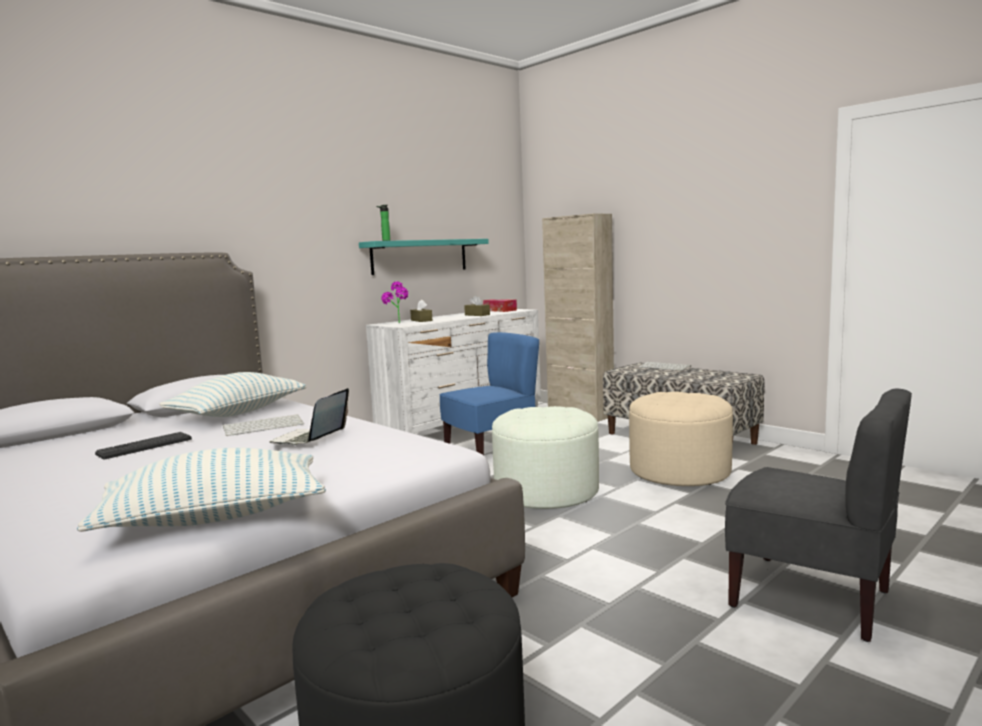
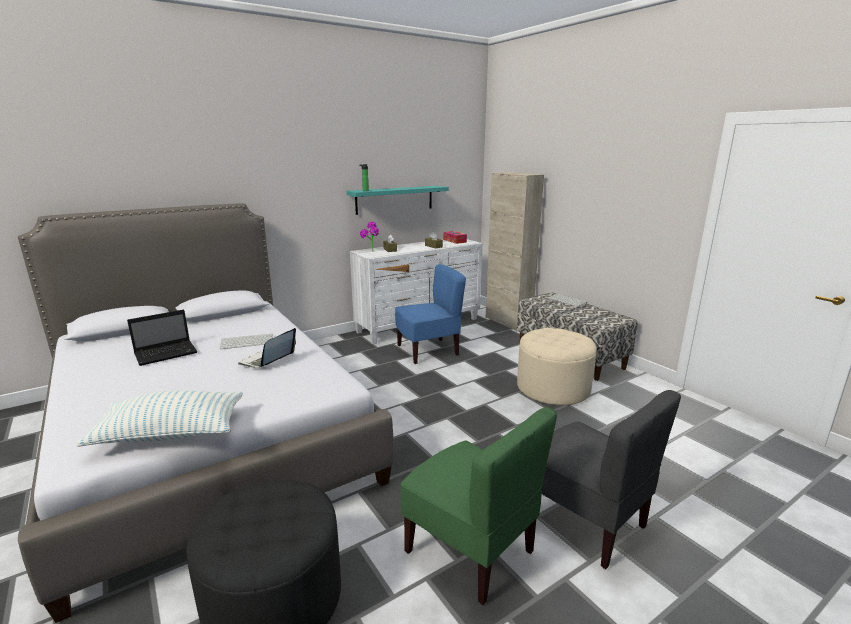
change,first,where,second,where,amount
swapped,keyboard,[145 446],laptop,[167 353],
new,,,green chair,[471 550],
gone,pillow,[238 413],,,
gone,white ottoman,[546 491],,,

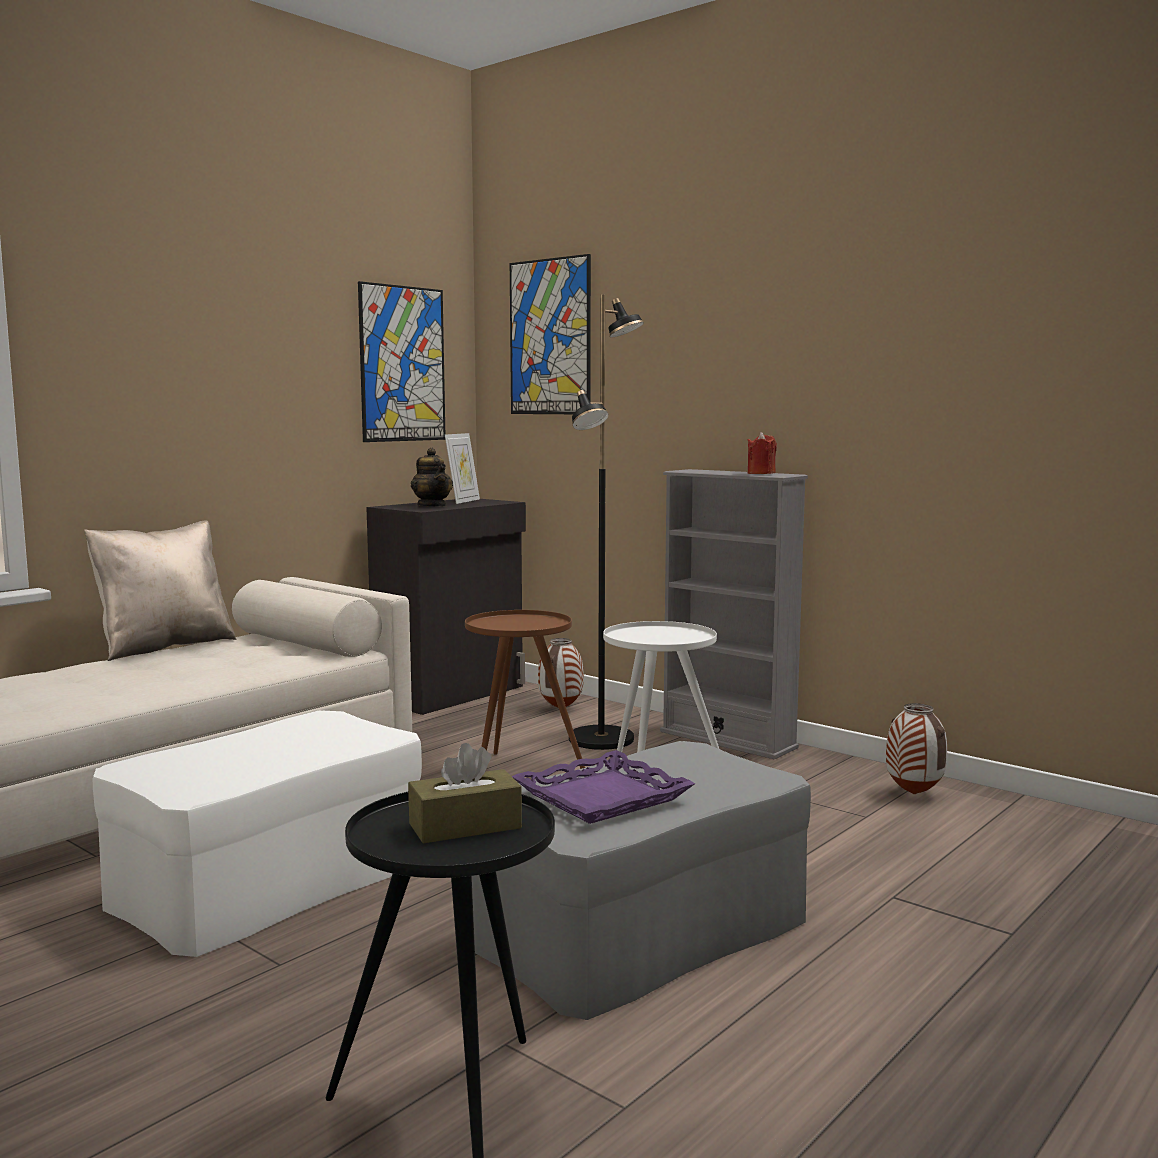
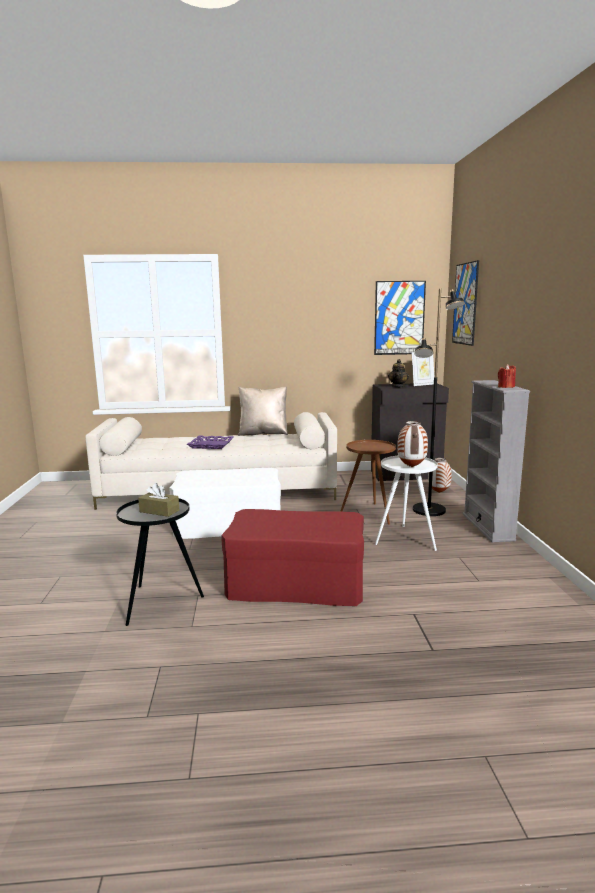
change,first,where,second,where,amount
shifted,purple tray,[601 797],,[211 445],
repainted,grey ottoman,[640 930],red ottoman,[296 583],
shifted,vase,[912 794],,[411 467],

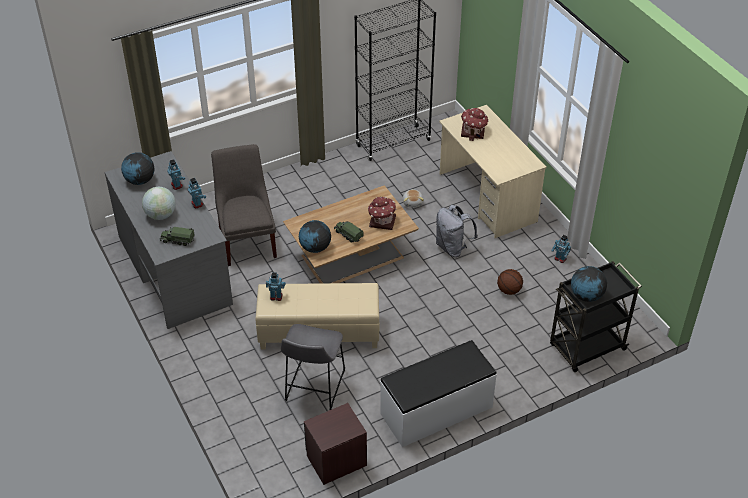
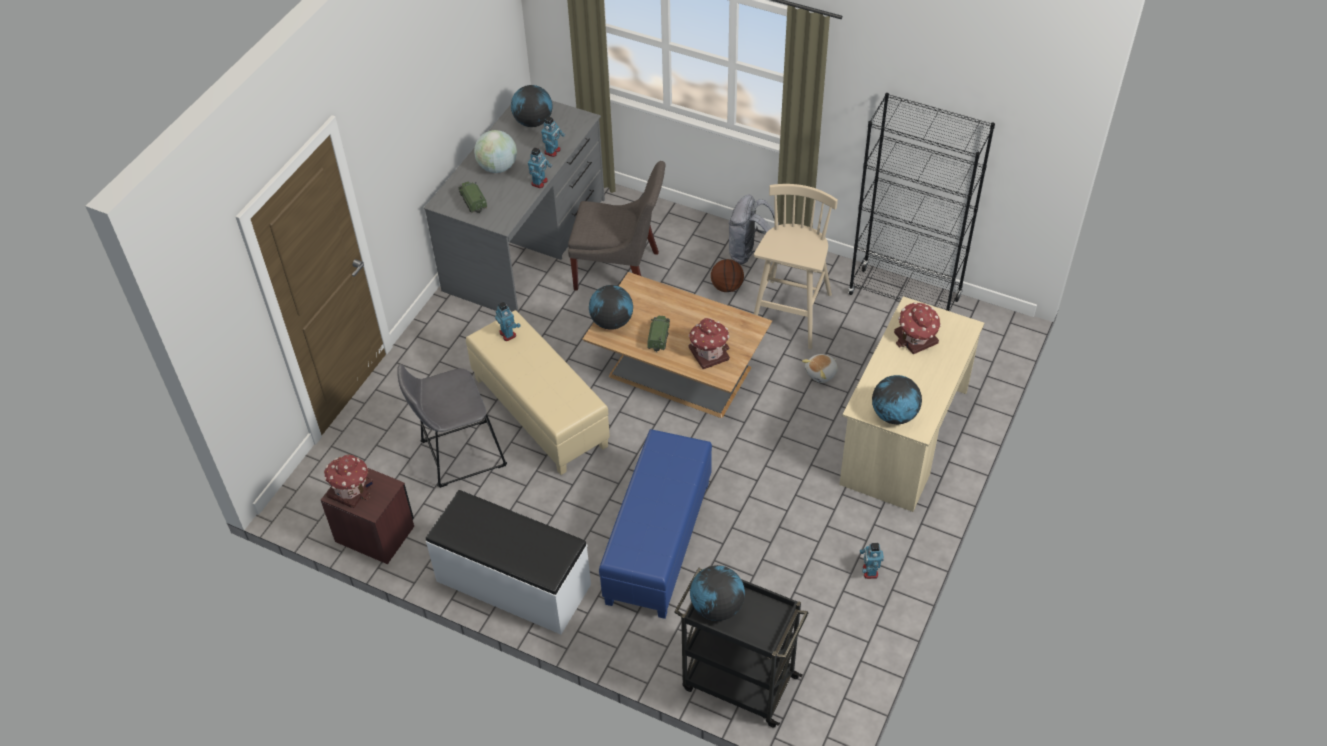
change,first,where,second,where,amount
new,,,toy house,[351 489],
rotated,grey chair,[247 240],,[621 272],60 degrees clockwise
new,,,blue ottoman,[659 543],
shifted,basketball,[509 290],,[727 287],
shifted,grey backpack,[453 247],,[750 253],
new,,,beige stool,[790 315],
new,,,globe,[894 415],

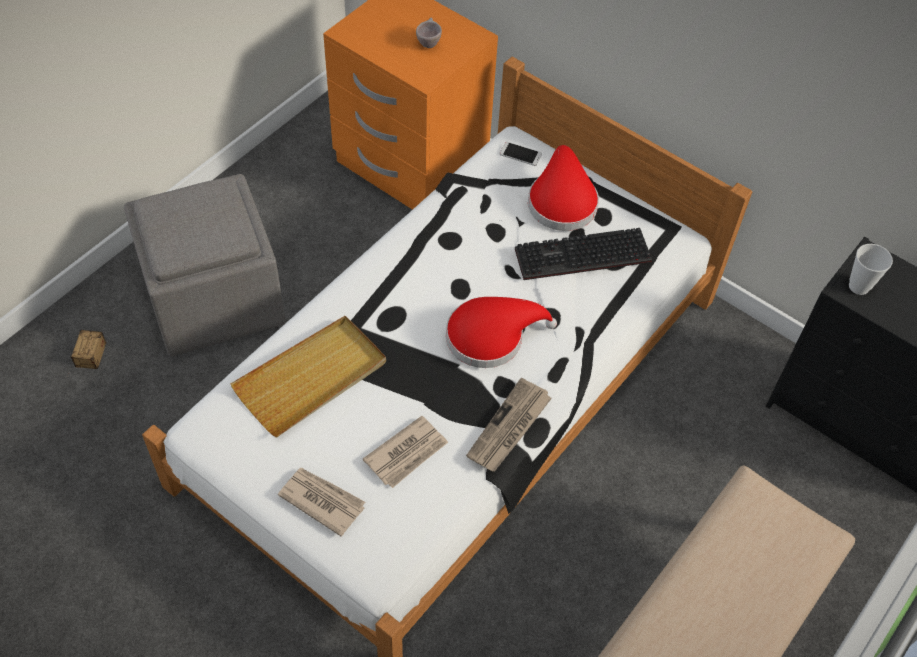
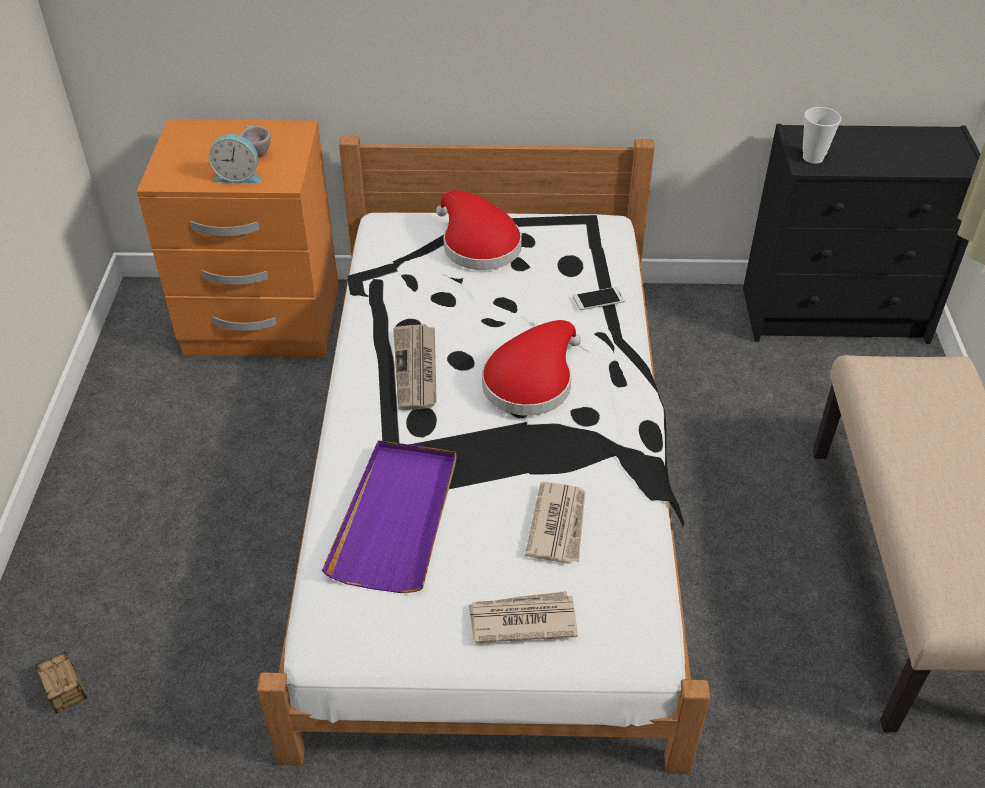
change,first,where,second,where,amount
new,,,alarm clock,[238 176],
repainted,beige tray,[312 378],purple tray,[397 518],
shifted,newspaper,[509 428],,[417 369],
shifted,phone,[520 154],,[598 299],
gone,grey ottoman,[212 298],,,
gone,keyboard,[581 258],,,

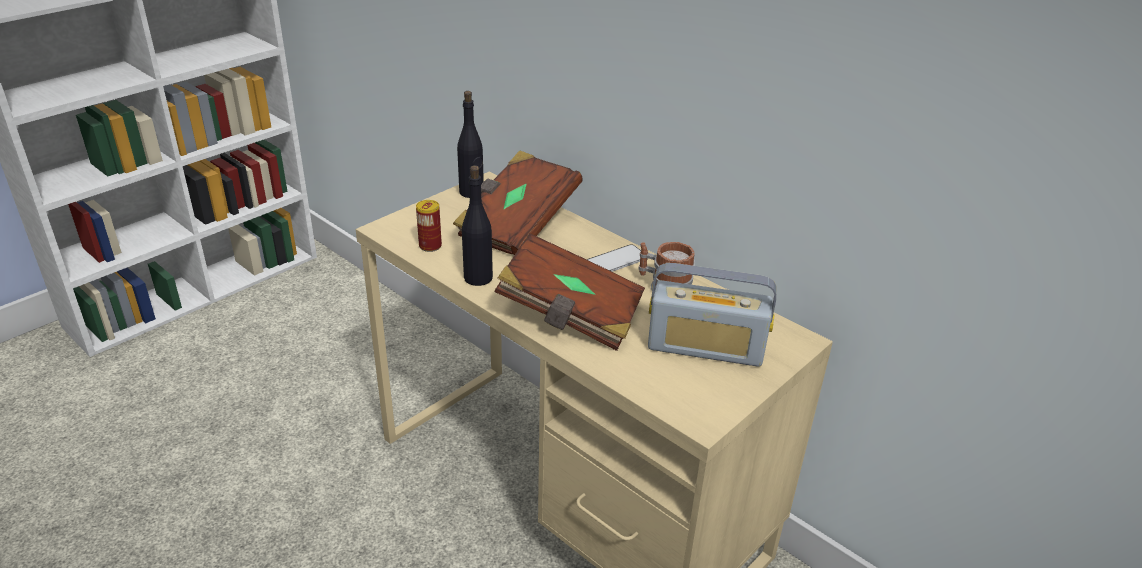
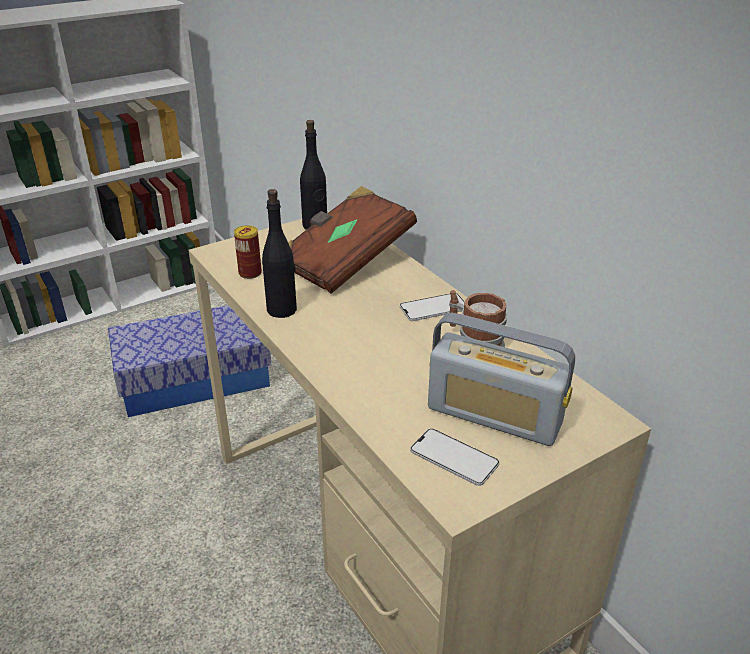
change,first,where,second,where,amount
new,,,storage box,[194 379],
new,,,phone,[454 457],
gone,brown book,[570 315],,,

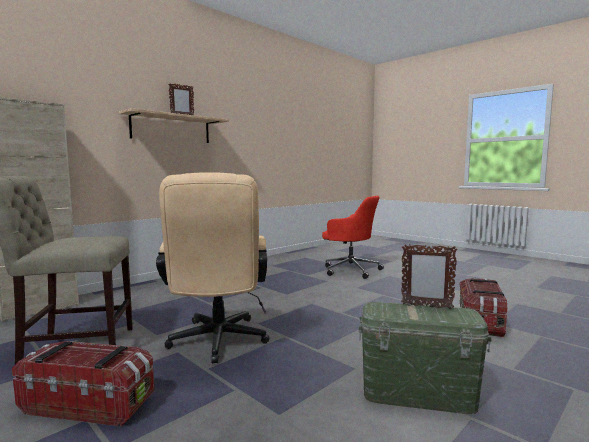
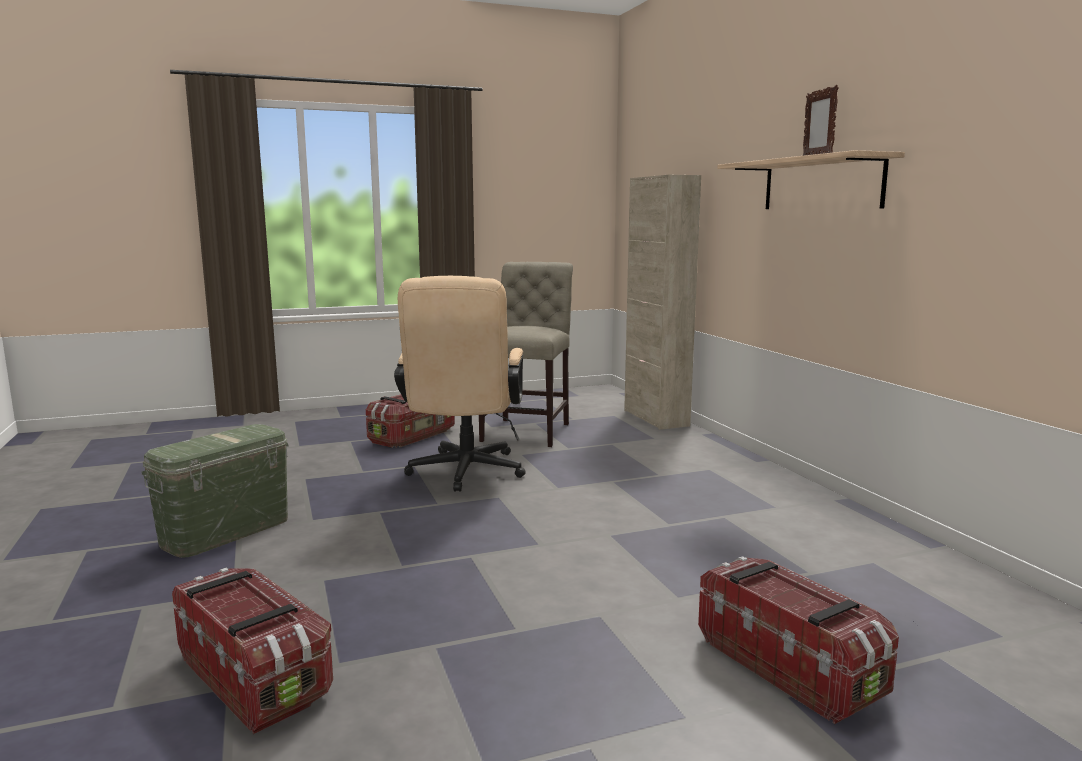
change,first,where,second,where,amount
rotated,beige office chair,[217 343],,[464 474],105 degrees counterclockwise
swapped,red office chair,[350 270],storage box,[790 666],
gone,picture frame,[426 306],,,

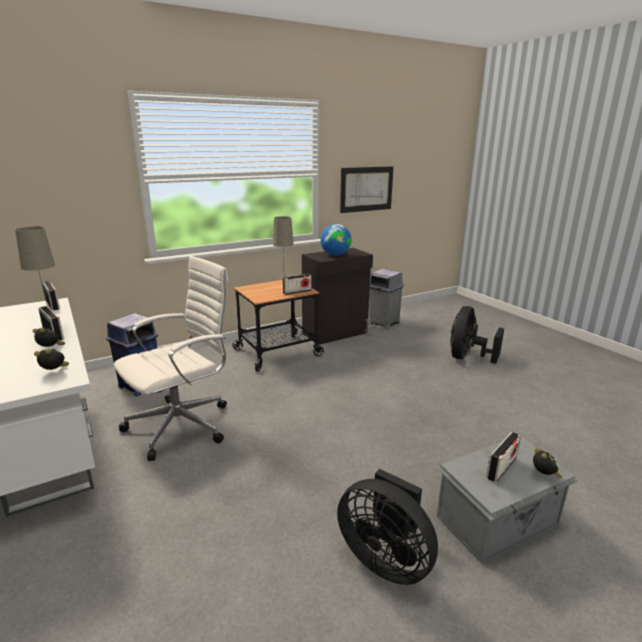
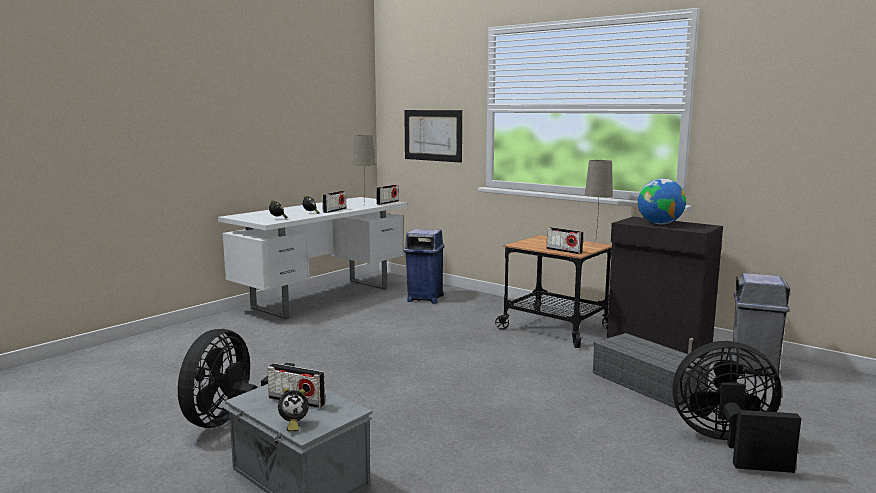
change,first,where,second,where,amount
shifted,picture,[366 189],,[432 135],
new,,,grey storage box,[645 383],
gone,white office chair,[182 425],,,

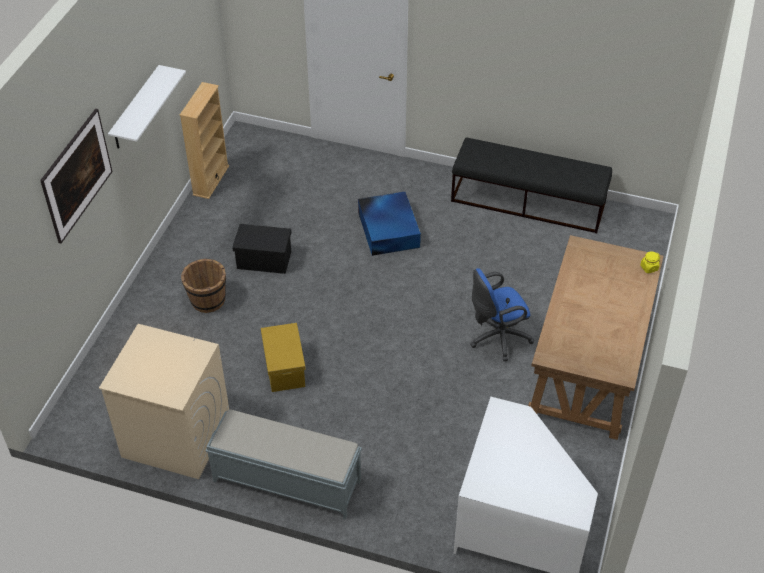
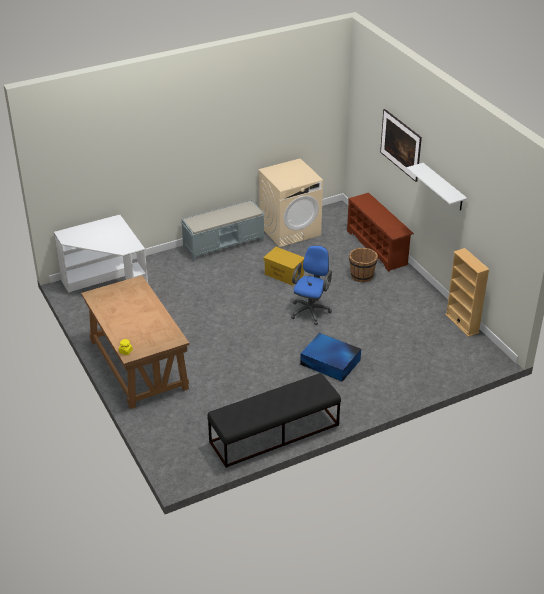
change,first,where,second,where,amount
shifted,blue office chair,[496 338],,[311 310],
new,,,brown shoe rack,[377 248],
gone,black storage box,[263 260],,,

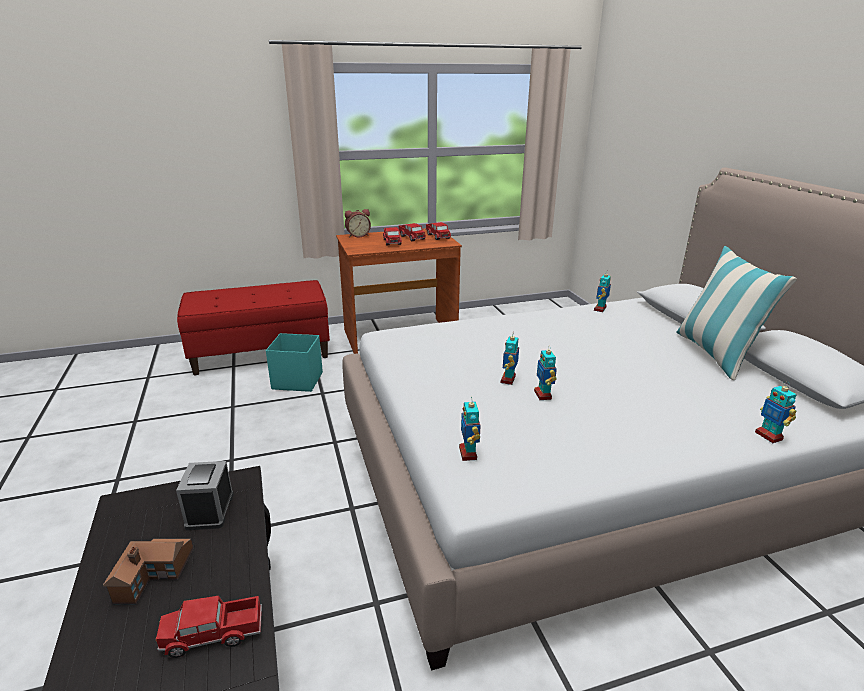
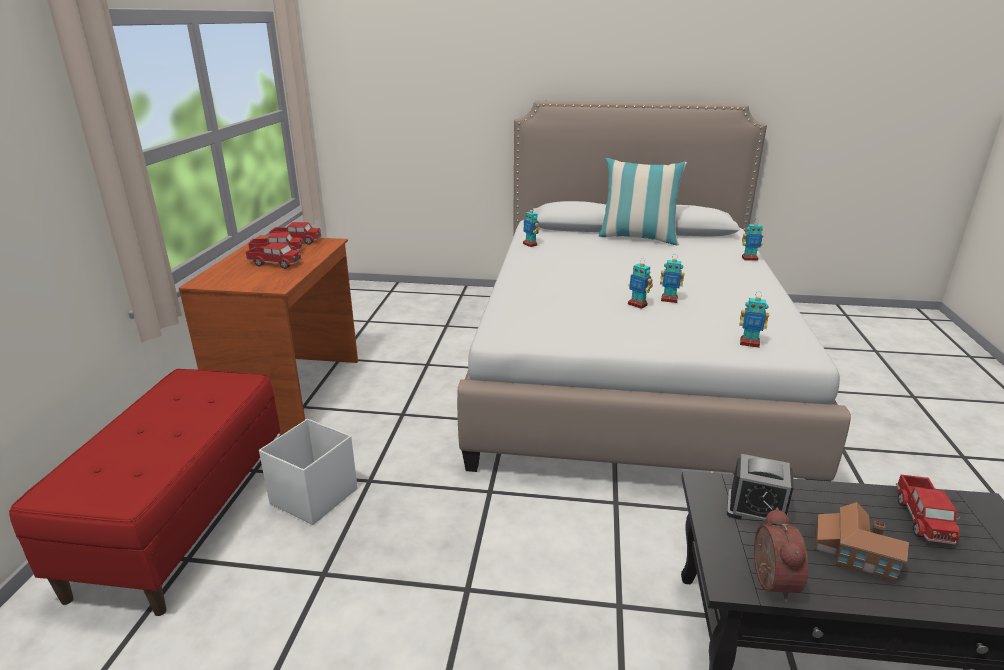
change,first,where,second,where,amount
repainted,turquoise storage box,[297 380],white storage box,[313 497],
shifted,alarm clock,[358 235],,[769 581],

